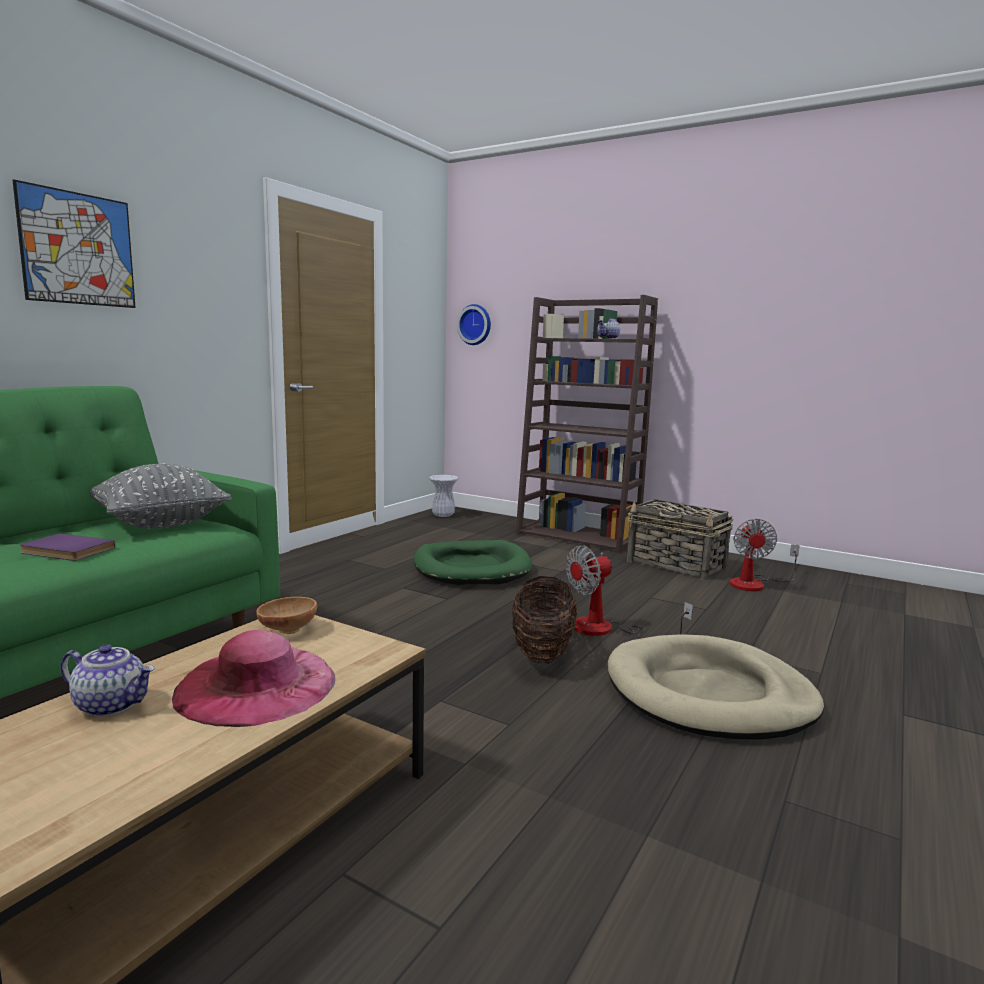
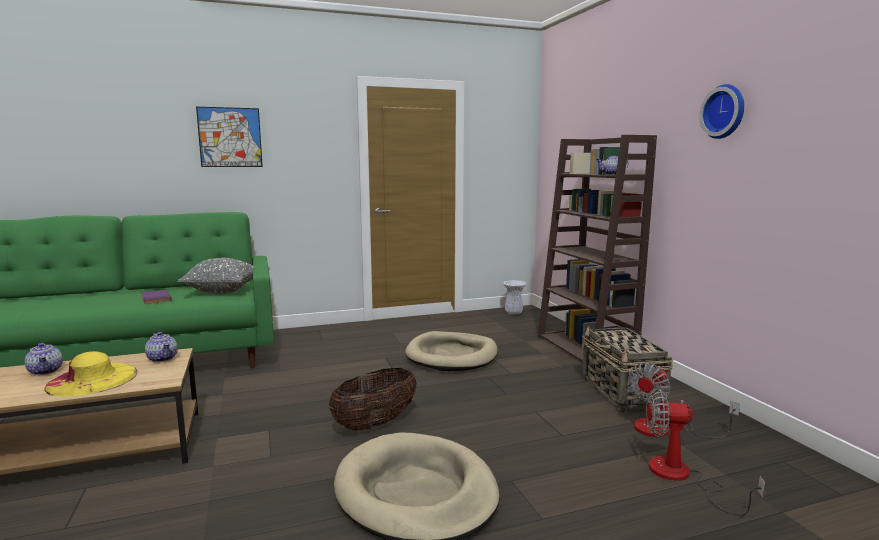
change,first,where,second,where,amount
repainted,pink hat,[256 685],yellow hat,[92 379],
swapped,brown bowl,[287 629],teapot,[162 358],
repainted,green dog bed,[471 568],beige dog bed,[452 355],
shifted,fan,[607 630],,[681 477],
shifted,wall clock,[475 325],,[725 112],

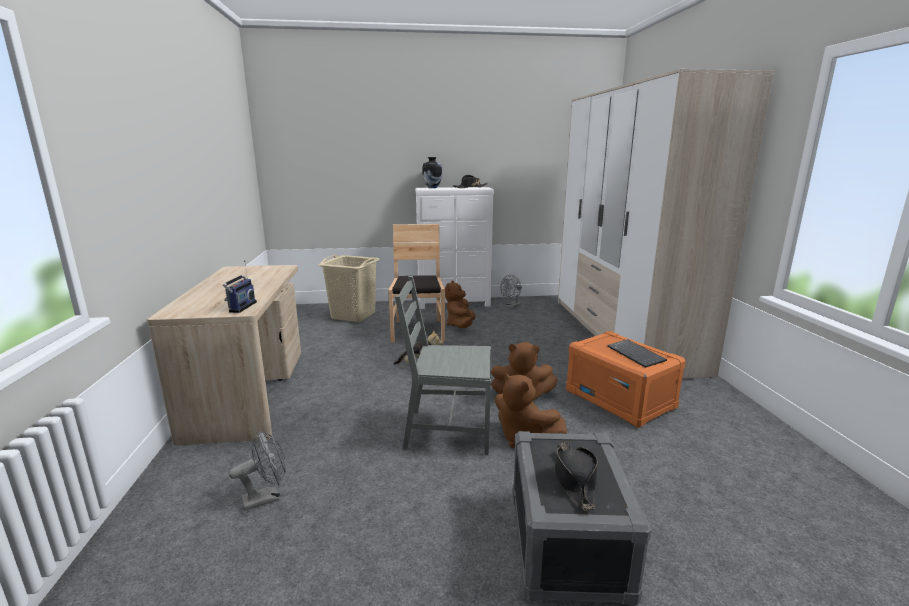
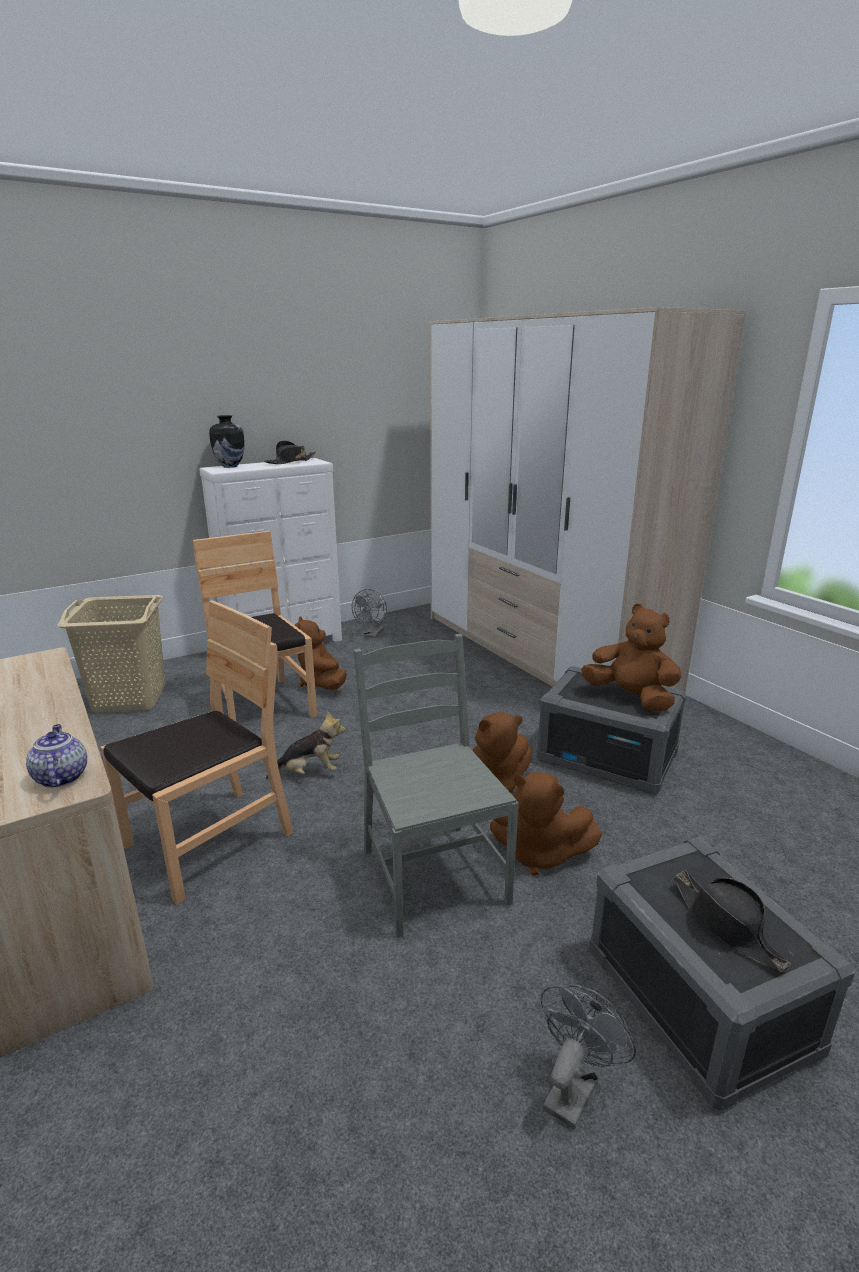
change,first,where,second,where,amount
swapped,radio,[241 307],teapot,[61 777],
new,,,brown chair,[209 841],
rotated,grey chair,[447 430],,[431 875],90 degrees clockwise
repainted,orange storage box,[620 399],grey storage box,[607 757],
shifted,grey fan,[267 497],,[573 1087],
swapped,keyboard,[637 354],brown plush toy,[631 698],

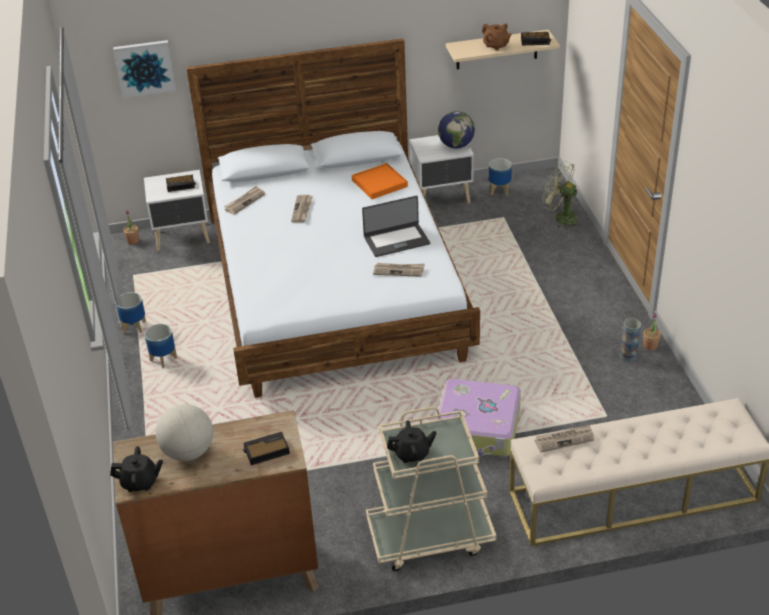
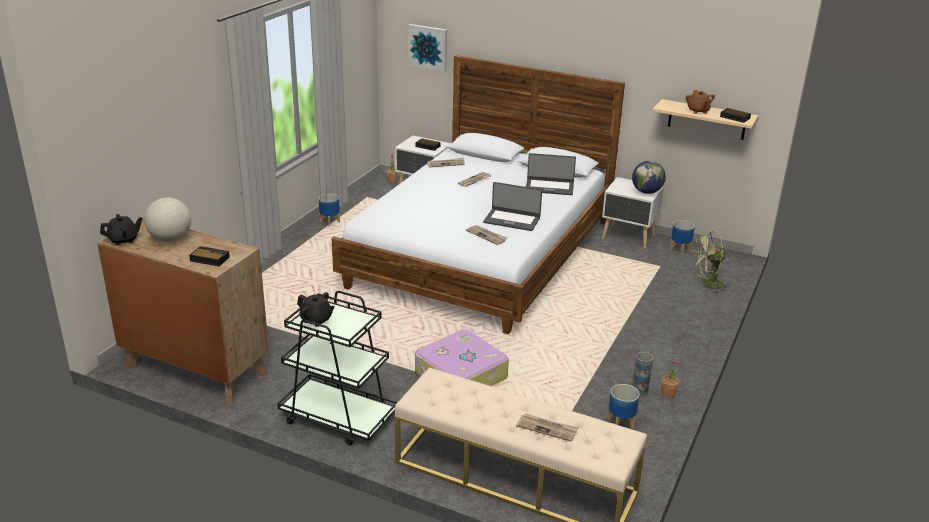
change,first,where,second,where,amount
rotated,black teapot,[140 482],,[123 240],60 degrees counterclockwise
repainted,beige cart,[429 536],black cart,[338 418],
shifted,newspaper,[564 439],,[547 428],
swapped,orange tray,[379 183],laptop,[549 187],
shifted,planter,[163 360],,[620 423],
rotated,green fan,[560 217],,[707 284],75 degrees counterclockwise

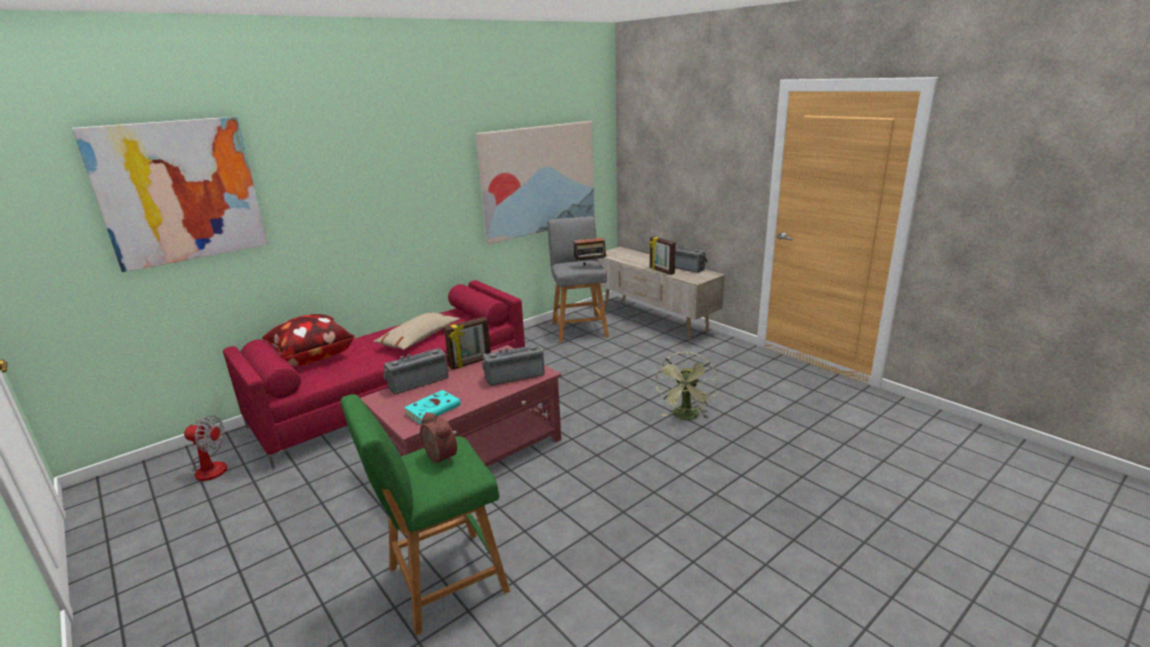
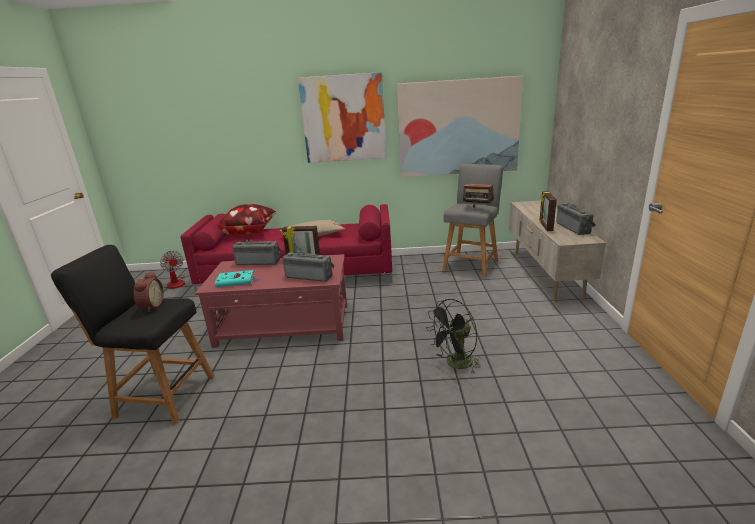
change,first,where,second,where,amount
repainted,green stool,[441 582],black stool,[161 396],
shifted,picture,[179 192],,[343 118],
repainted,green fan,[686 417],black fan,[455 364],

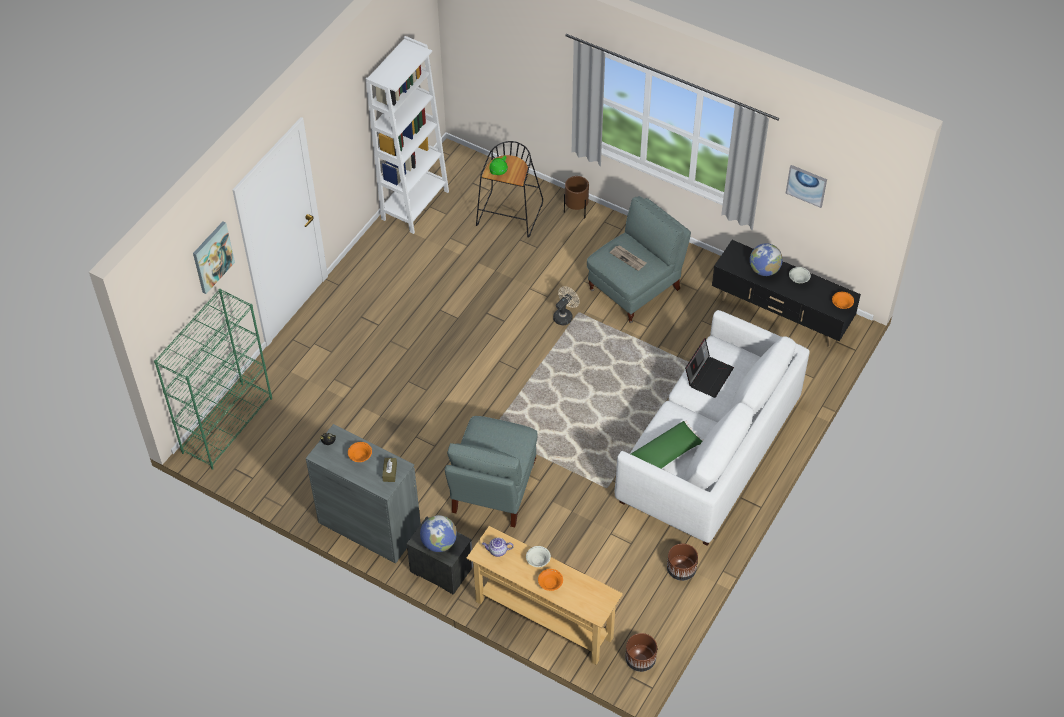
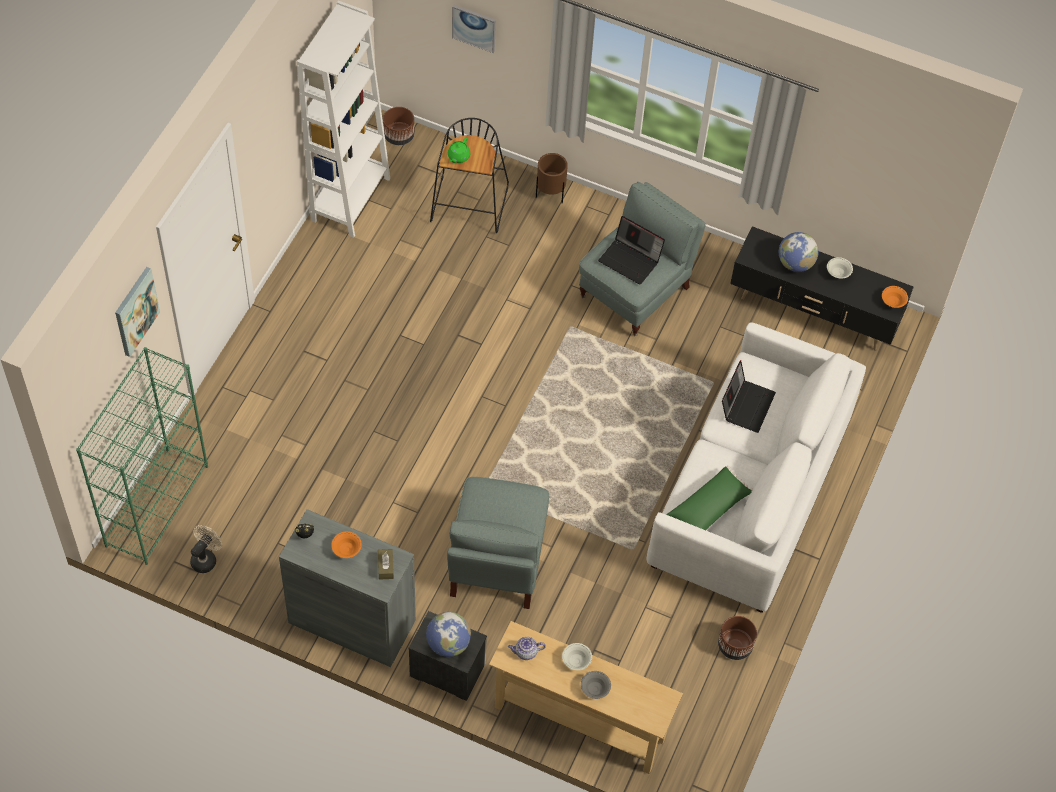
change,first,where,second,where,amount
shifted,beige fan,[564 316],,[206 558],
shifted,brown planter,[640 659],,[399 136],
shifted,picture,[806 185],,[474 27],
repainted,orange bowl,[550 584],grey bowl,[595 689],
swapped,newspaper,[628 258],laptop,[631 260],

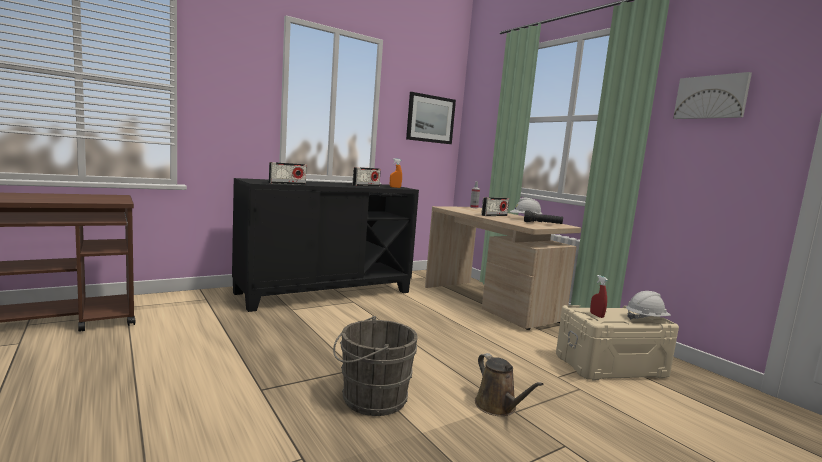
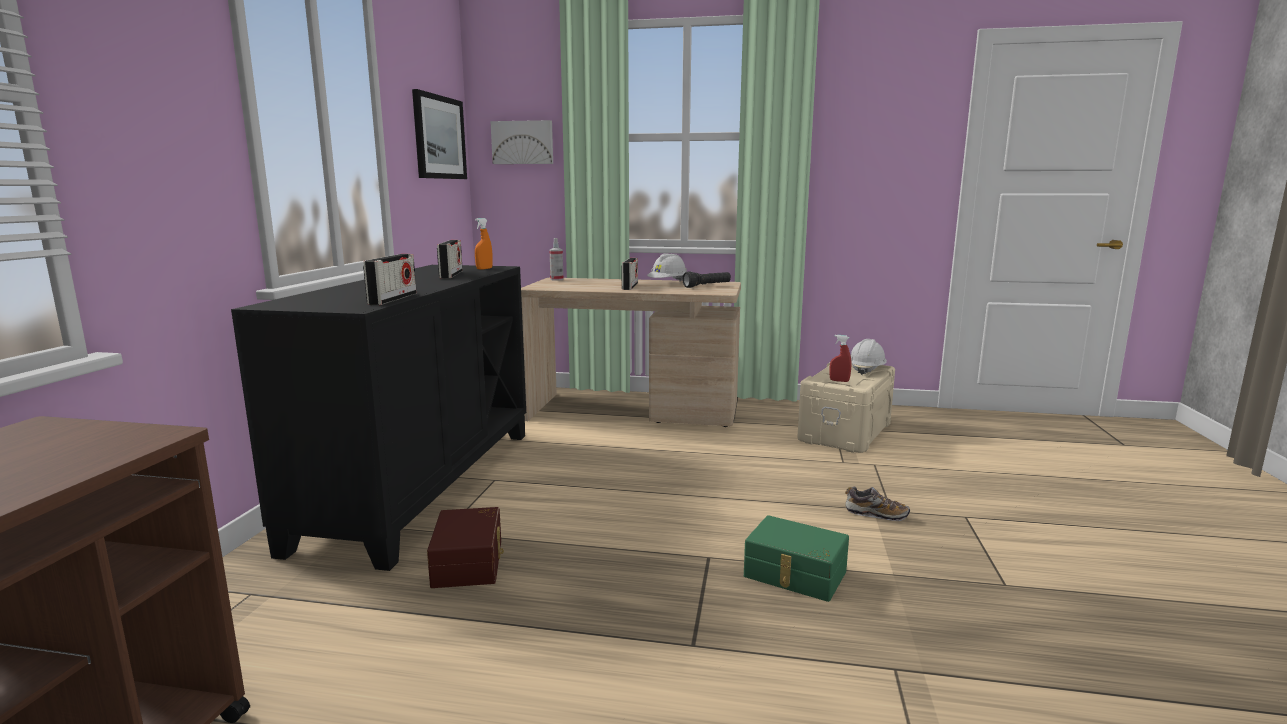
change,first,where,second,where,amount
new,,,brown storage box,[470 562],
shifted,picture,[711 97],,[523 142],
swapped,grey bucket,[370 398],green storage box,[794 575],
swapped,brown watering can,[498 407],shoe,[875 514],

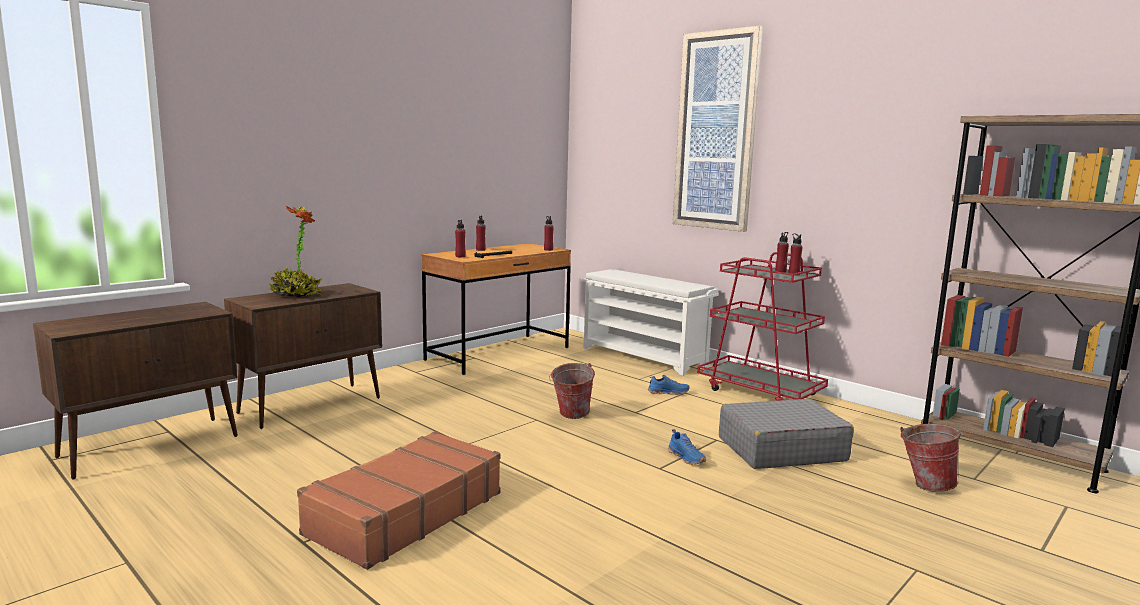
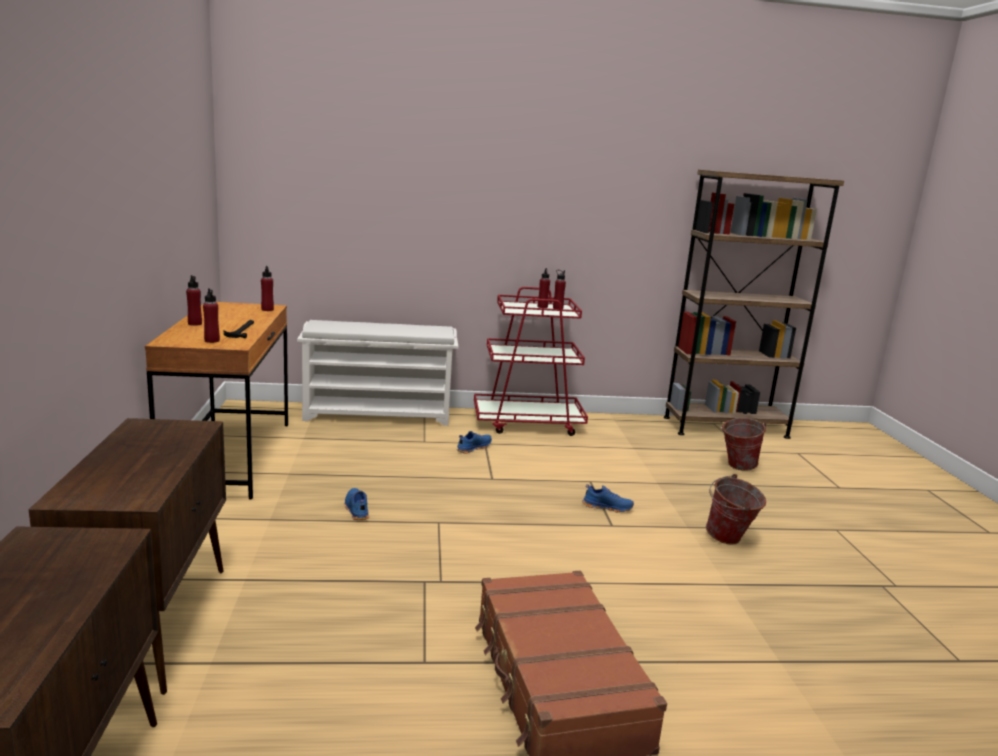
change,first,where,second,where,amount
new,,,blue shoe,[356 510],
shifted,bucket,[570 416],,[728 540],
gone,potted plant,[295 295],,,
gone,picture,[716 131],,,
gone,grey suitcase,[781 449],,,

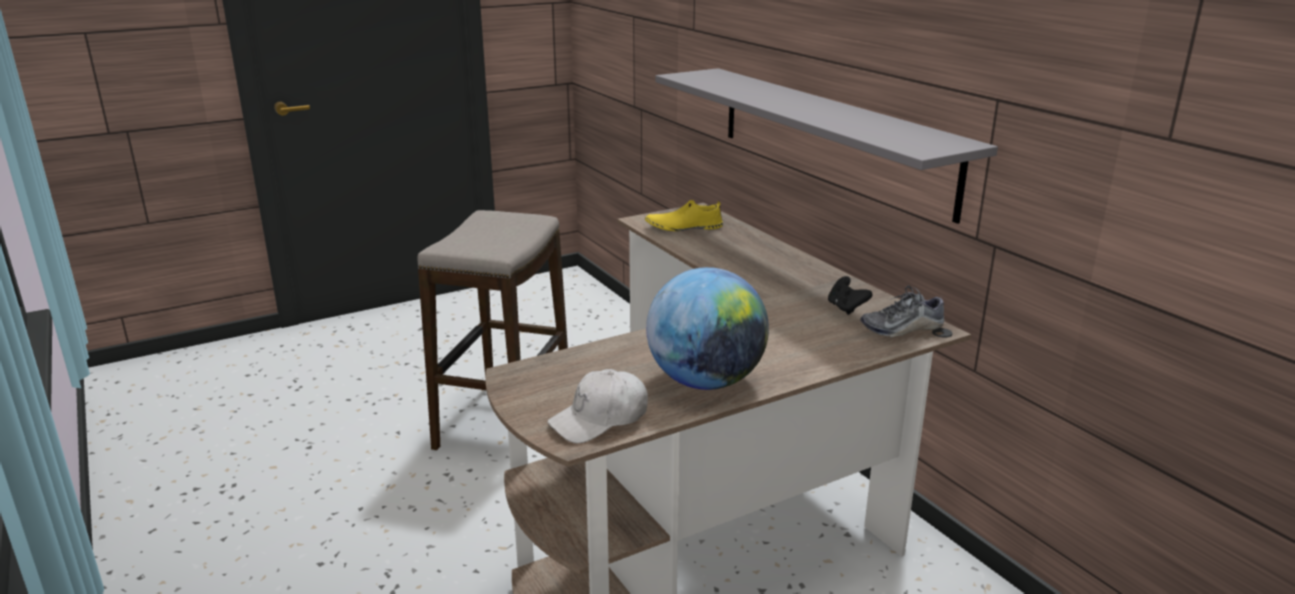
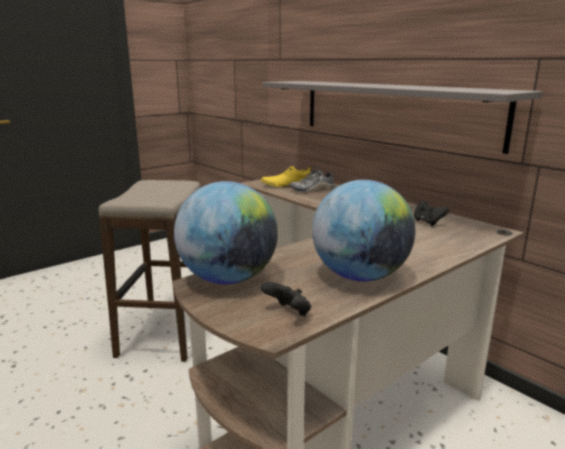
change,first,where,second,where,amount
new,,,globe,[228 279],
swapped,white cap,[600 419],black game controller,[288 313],
shifted,shoe,[902 328],,[312 189],

